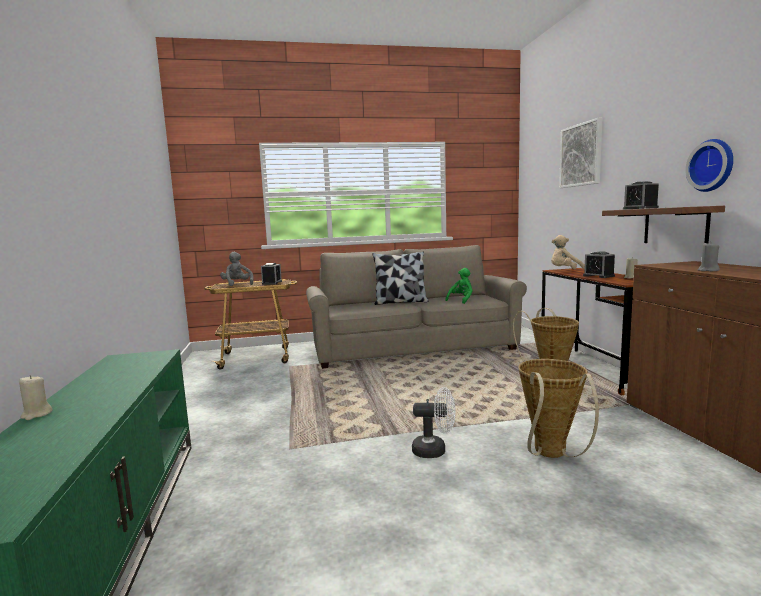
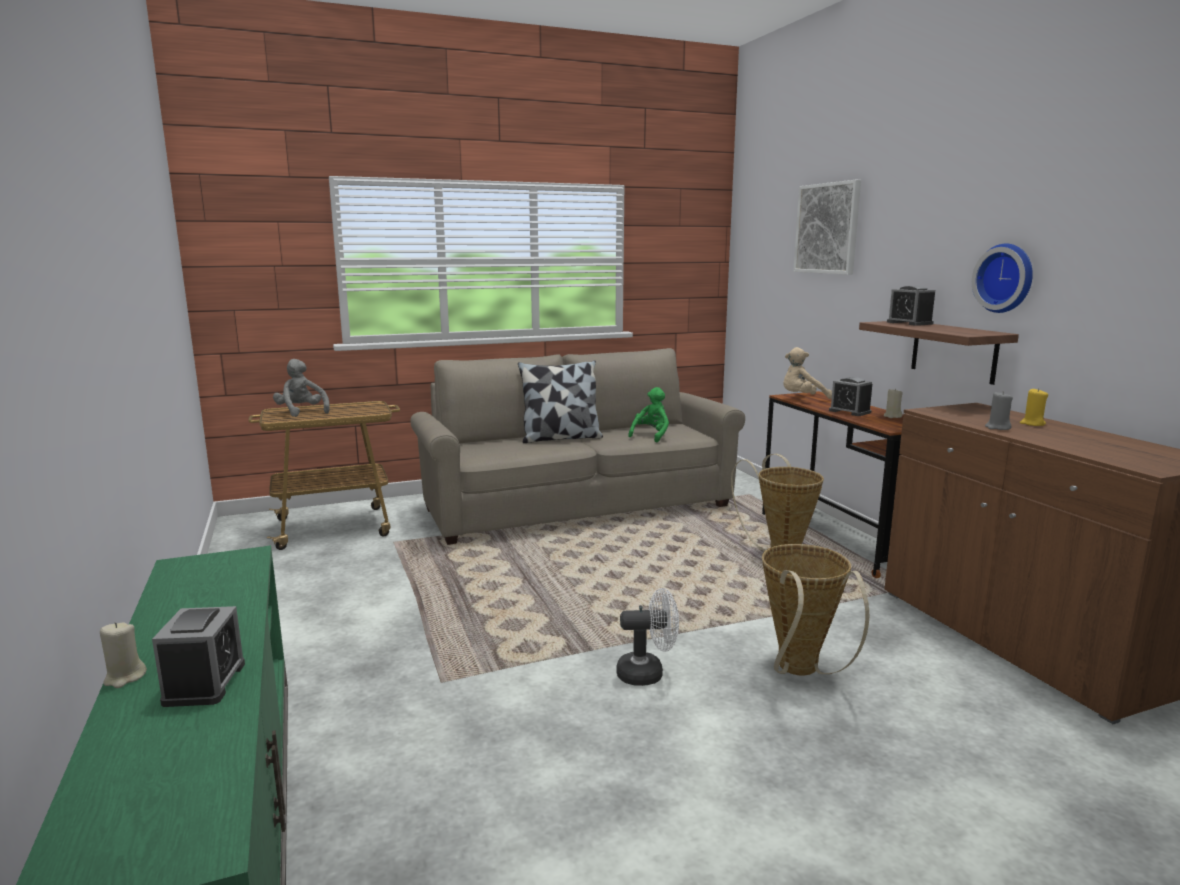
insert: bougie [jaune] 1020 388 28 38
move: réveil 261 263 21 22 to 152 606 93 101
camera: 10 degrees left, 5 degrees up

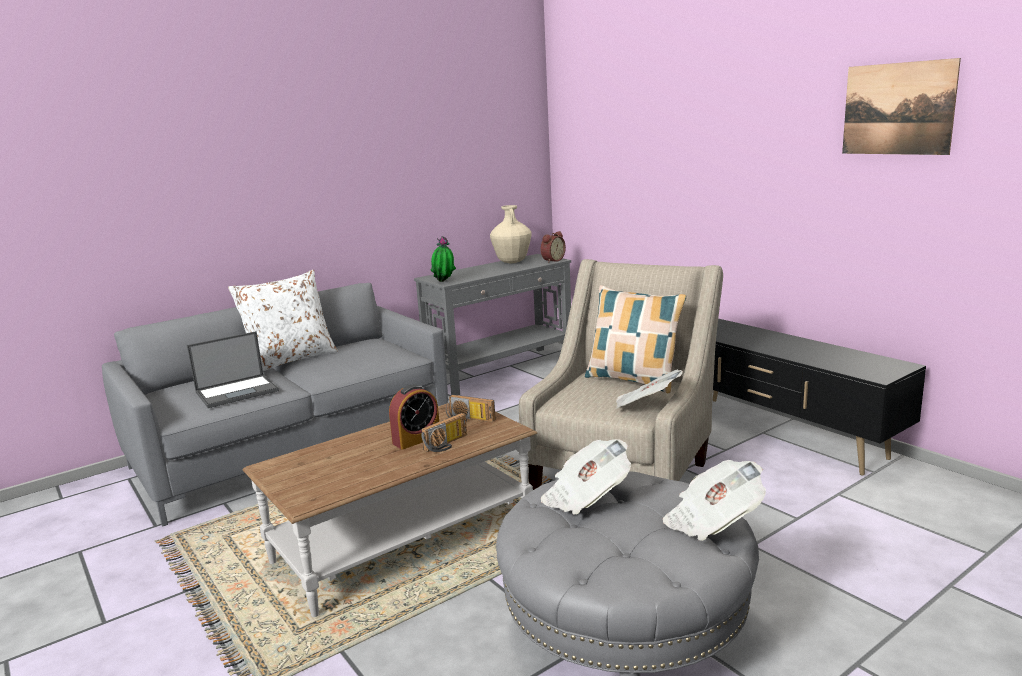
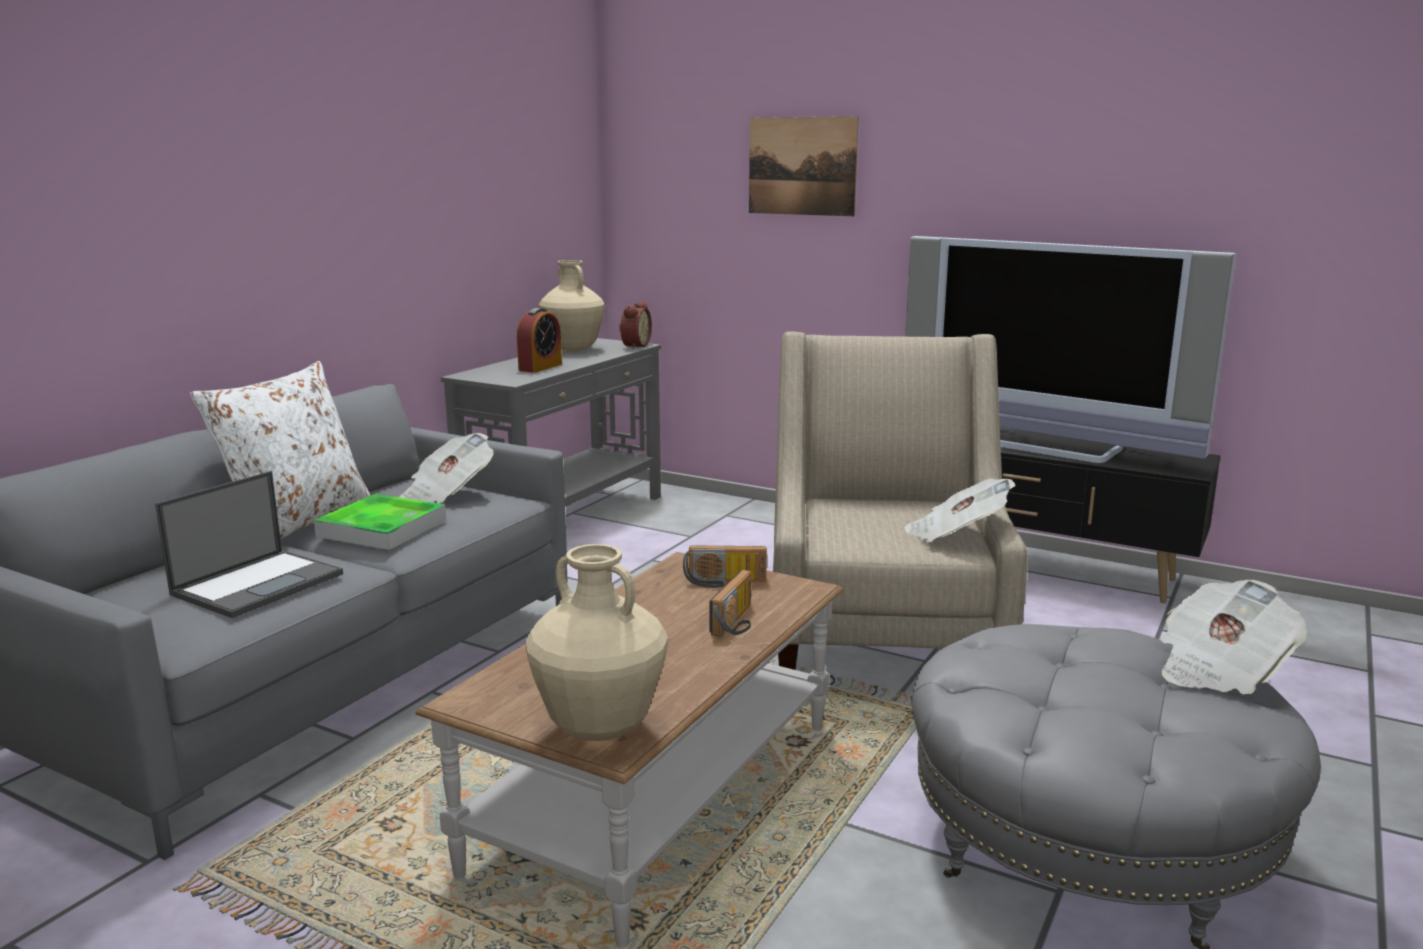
delete: plante en pot 431 236 25 46; coussin 585 285 102 108
insert: téléviseur 905 236 331 227; plateau 314 494 132 56; vase [beige] 525 544 143 197
move: tableau 842 58 119 97 to 749 116 110 100; réveil 389 384 50 66 to 517 308 45 65; journal 541 439 90 76 to 400 433 94 70
camera: 25 degrees left, 0 degrees up

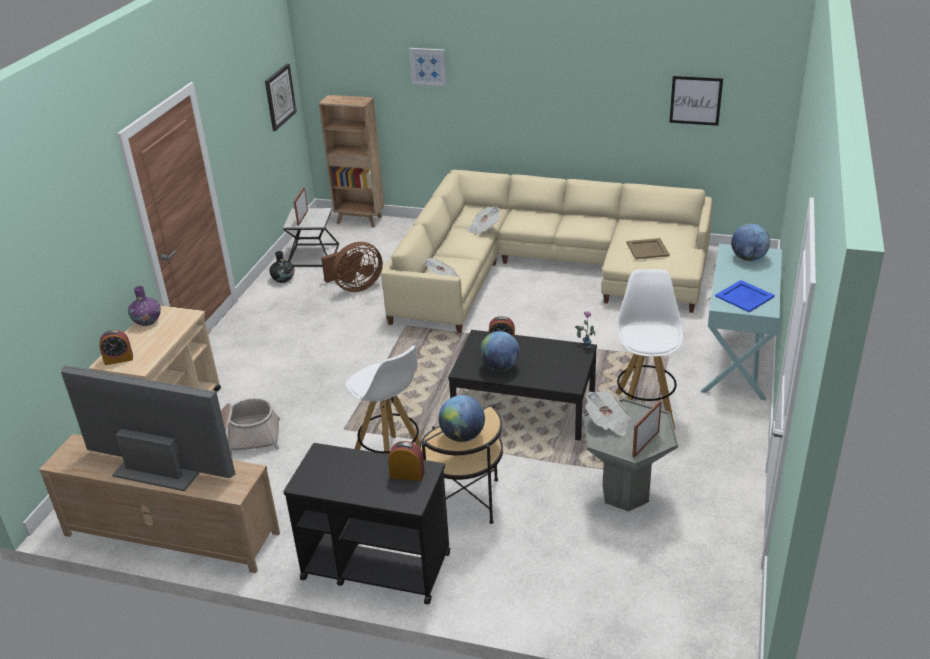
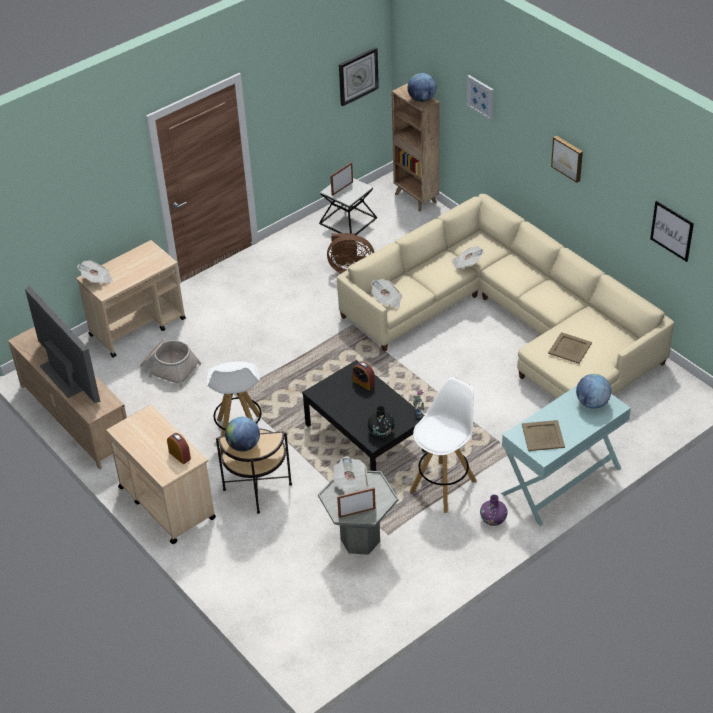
insert: tableau 551 136 32 47
move: vase [noir] 269 251 25 32 to 368 406 27 31; vase [violet] 128 286 33 40 to 480 495 27 31; globe 480 331 40 40 to 408 73 28 29
replace: réveil 100 330 33 35 to journal 77 260 36 24
recolor: plateau [bleu] 715 280 60 32 to plateau [beige] 522 420 43 31; chariot [noir] 283 443 167 161 to chariot [beige] 107 405 109 139
camera: 35 degrees right, 10 degrees up

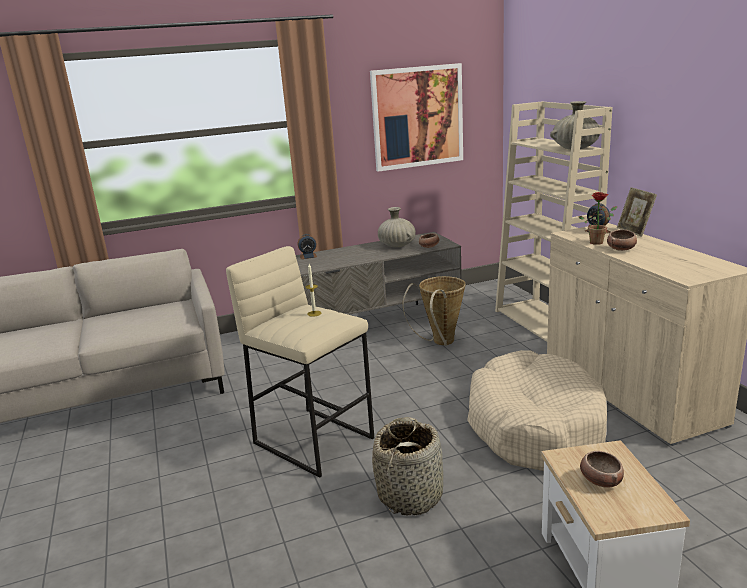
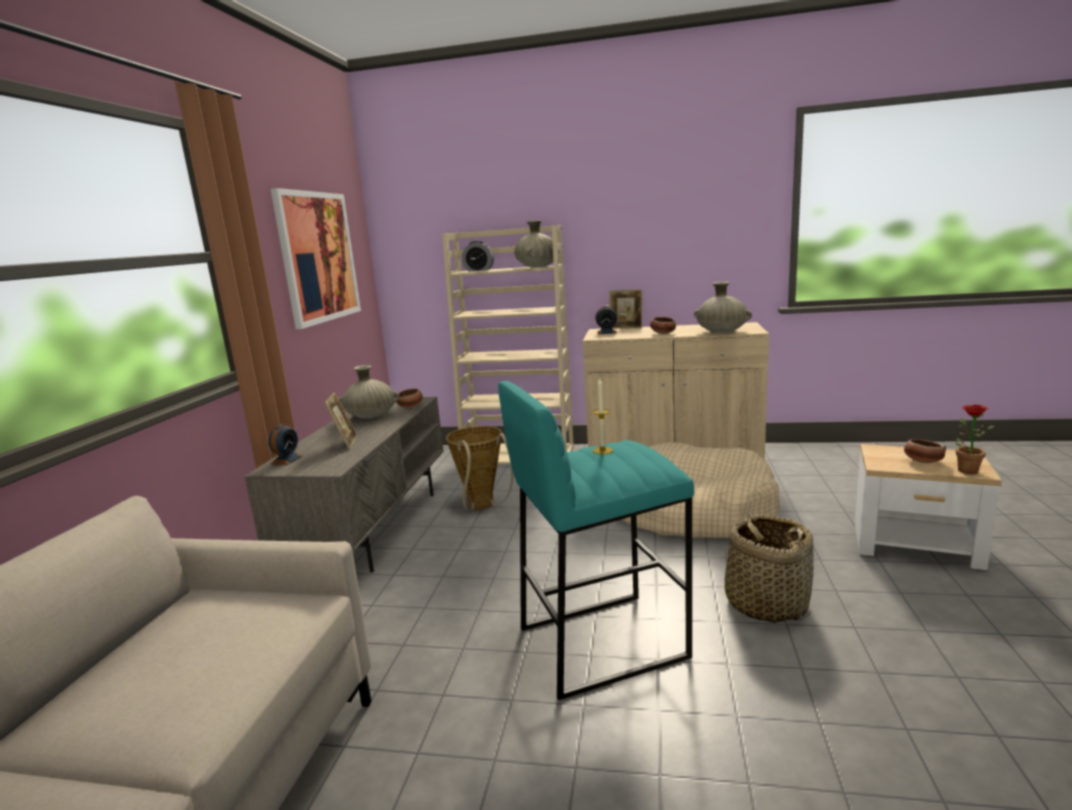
insert: réveil 462 241 32 30; vase [beige] 694 282 58 51; cadre photo 324 392 34 57
move: plante en pot 578 192 39 53 to 955 405 39 69
recolor: tabouret [beige] 226 246 148 232 to tabouret [turquoise] 498 381 196 319
camera: 60 degrees left, 5 degrees down

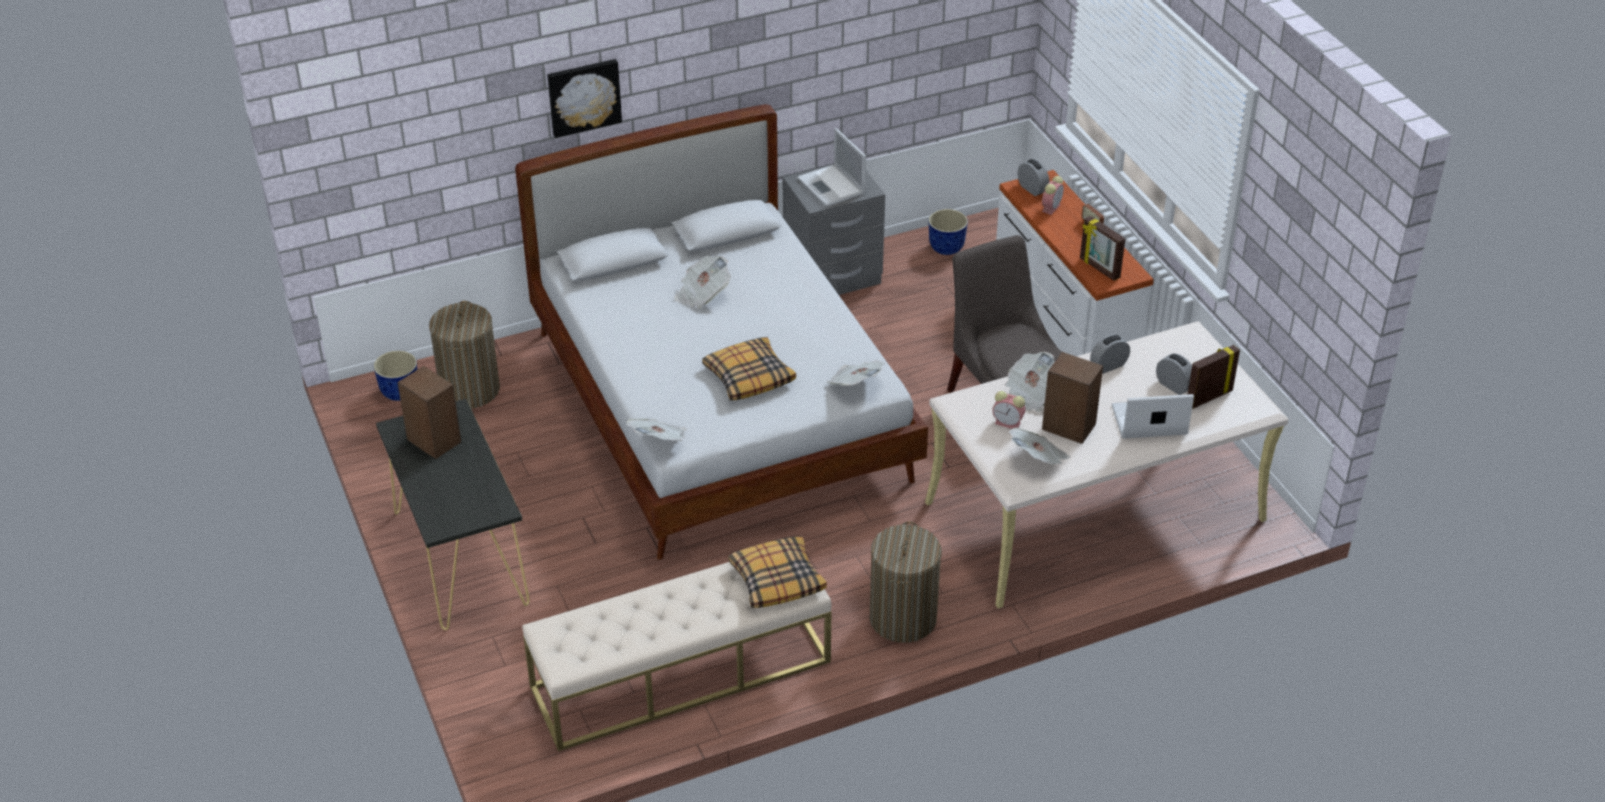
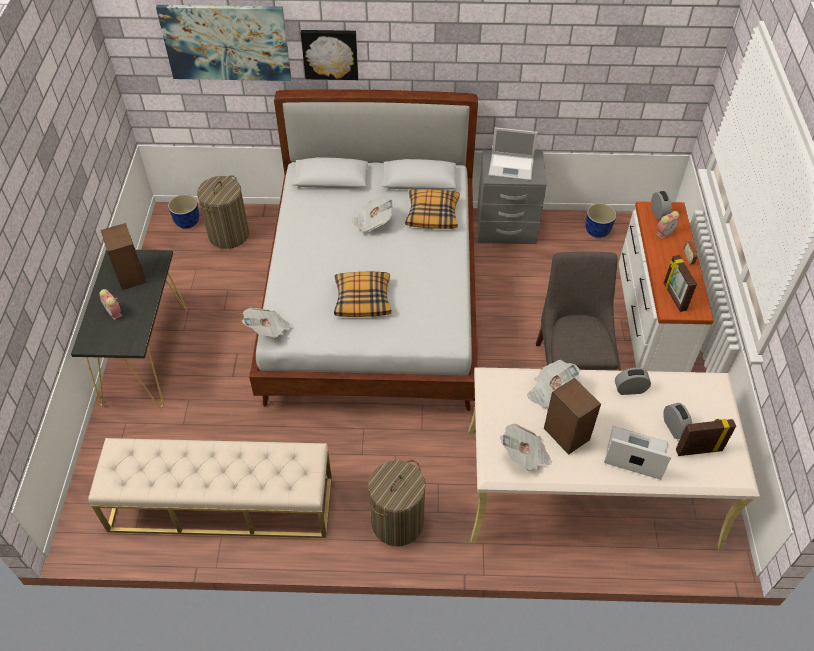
delete: journal 827 361 59 25
insert: tableau 156 5 135 76
move: réveil 992 391 33 38 to 99 289 23 31; coussin 728 536 99 72 to 405 189 55 40
rotate: ordinateur portable 797 128 69 79 = 488 127 50 54 75 degrees counterclockwise
camera: 25 degrees right, 10 degrees up

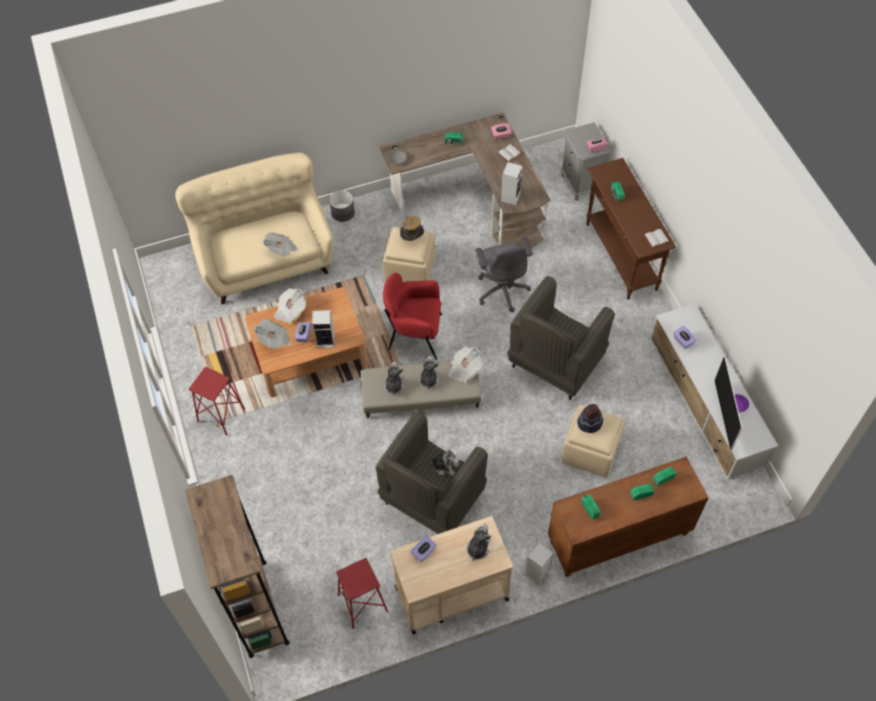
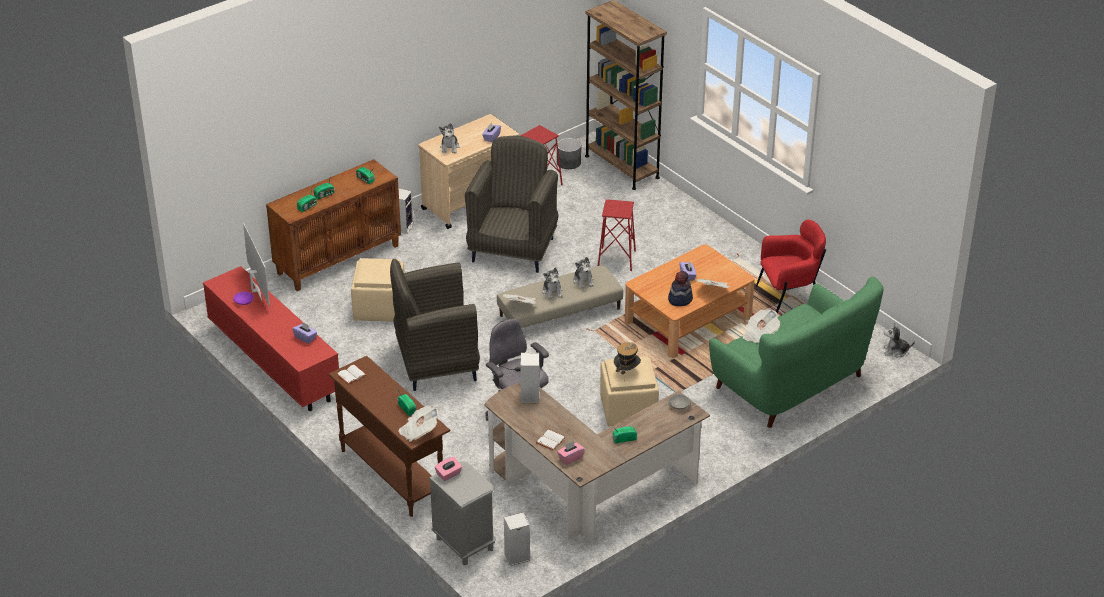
move: cache-pot [gris] 329 190 26 32 to 557 138 24 31; fauteuil [rouge] 383 273 59 87 to 756 220 70 93; enceinte 312 310 23 38 to 504 512 26 54; journal 254 319 37 30 to 398 405 41 37; tabouret [rouge] 189 367 56 69 to 598 199 38 72; chapeau 577 404 26 29 to 668 271 25 35; peluche 428 450 31 26 to 884 322 31 36
recolor: canapé [beige] 175 153 158 152 to canapé [vert] 709 277 175 151; meuble télé [blanc] 650 303 128 177 to meuble télé [rouge] 203 266 136 145
rotate: fauteuil [gris] 507 276 108 124 = 390 259 90 132 120 degrees counterclockwise
camera: 160 degrees right, 20 degrees down

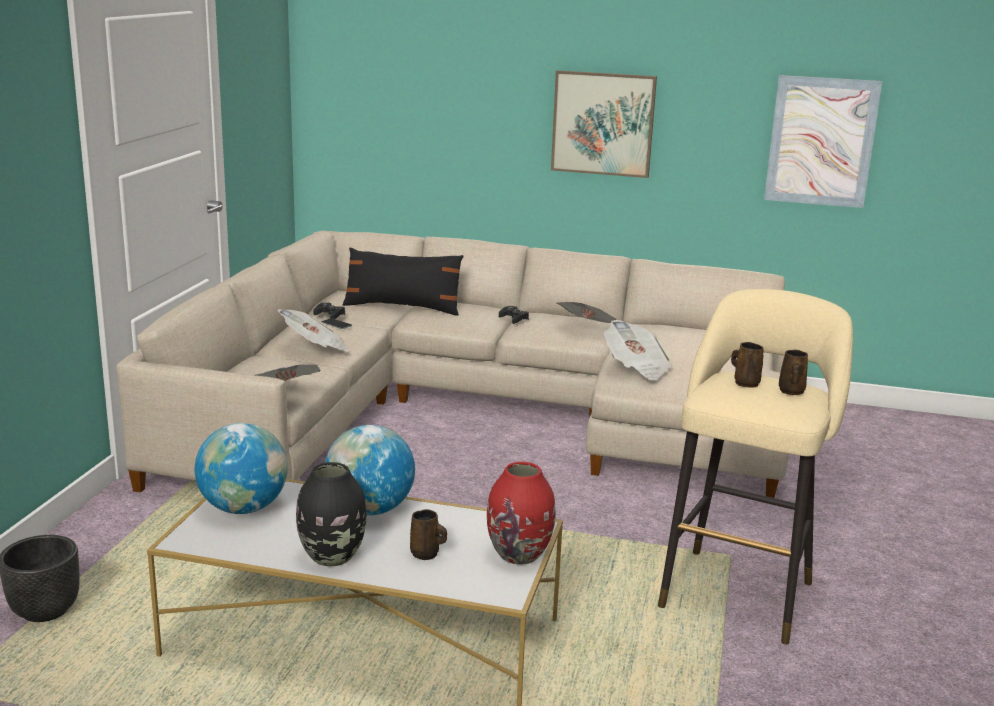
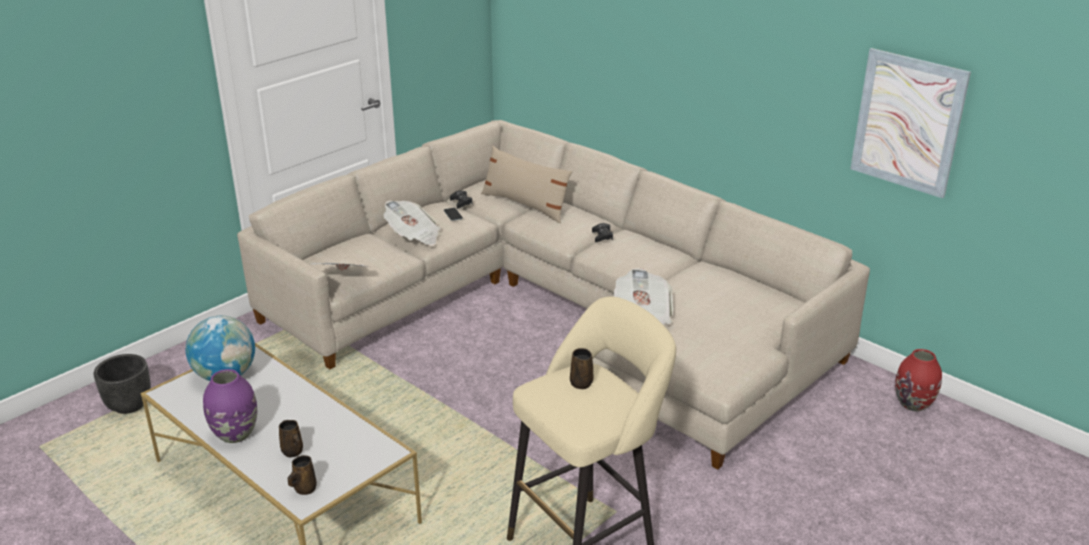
delete: tableau 551 70 106 108; journal 556 302 60 21; globe 325 425 90 91
move: mug [marron] 779 350 29 45 to 288 455 29 40; vase [rouge] 487 462 68 103 to 895 349 47 62
recolor: coussin [noir] 343 247 121 68 to coussin [beige] 481 146 91 77; vase [noir] 296 462 70 104 to vase [violet] 203 369 54 74
camera: 30 degrees right, 10 degrees up

